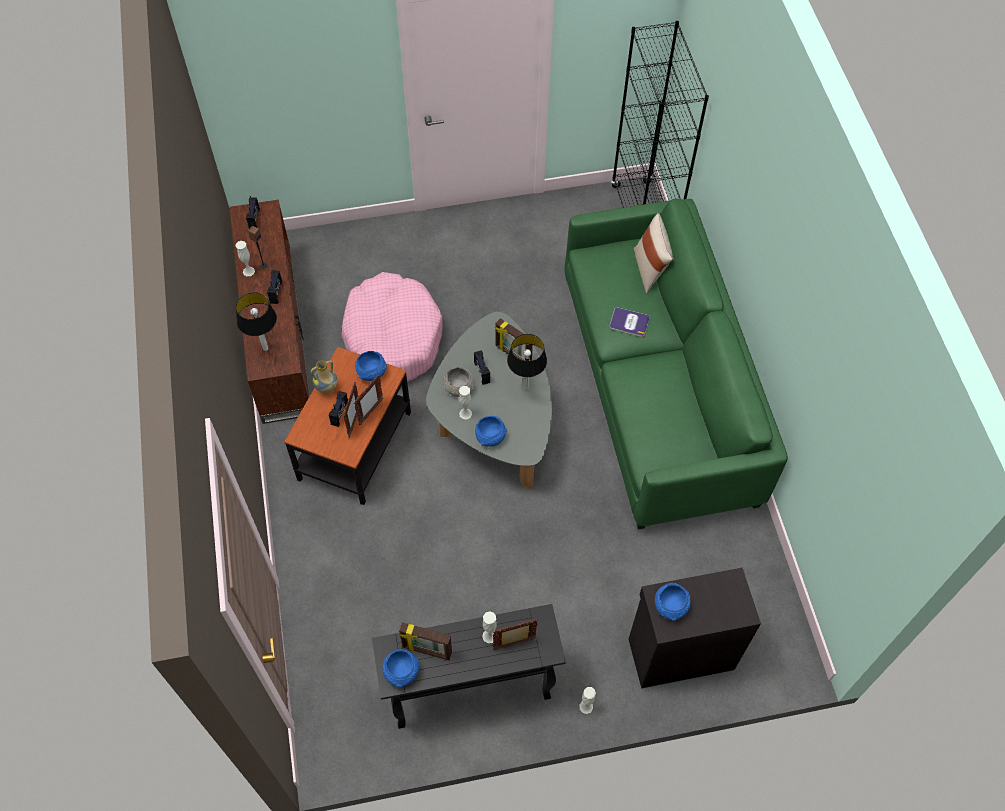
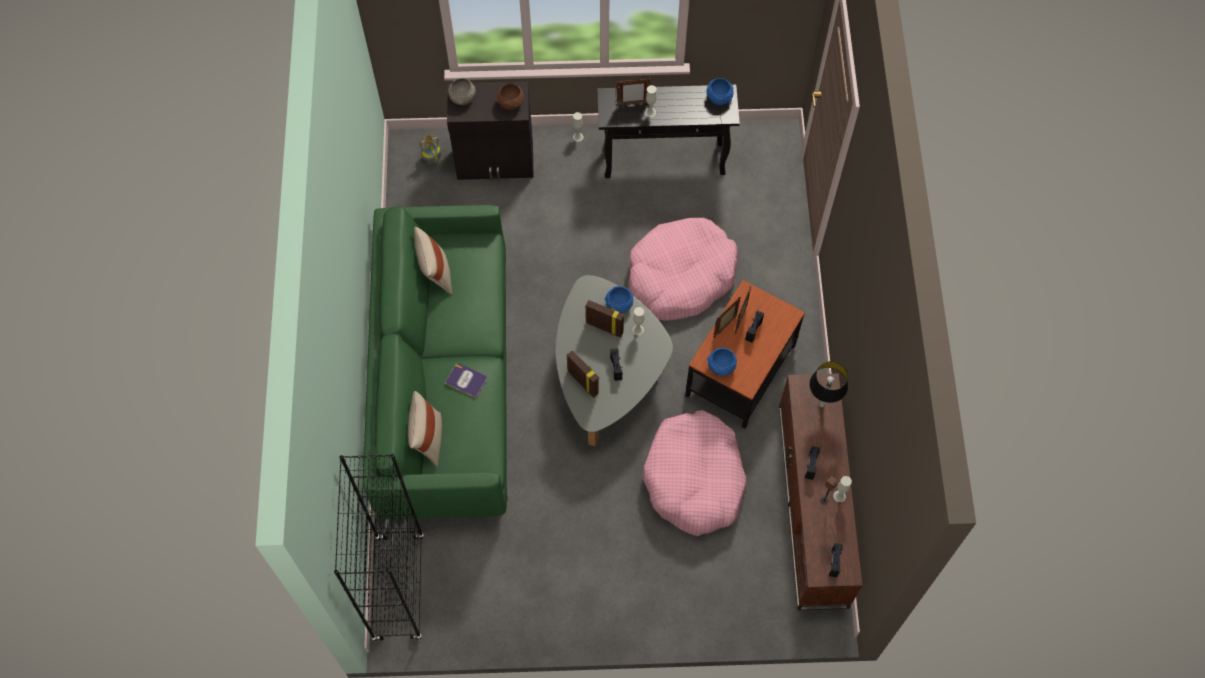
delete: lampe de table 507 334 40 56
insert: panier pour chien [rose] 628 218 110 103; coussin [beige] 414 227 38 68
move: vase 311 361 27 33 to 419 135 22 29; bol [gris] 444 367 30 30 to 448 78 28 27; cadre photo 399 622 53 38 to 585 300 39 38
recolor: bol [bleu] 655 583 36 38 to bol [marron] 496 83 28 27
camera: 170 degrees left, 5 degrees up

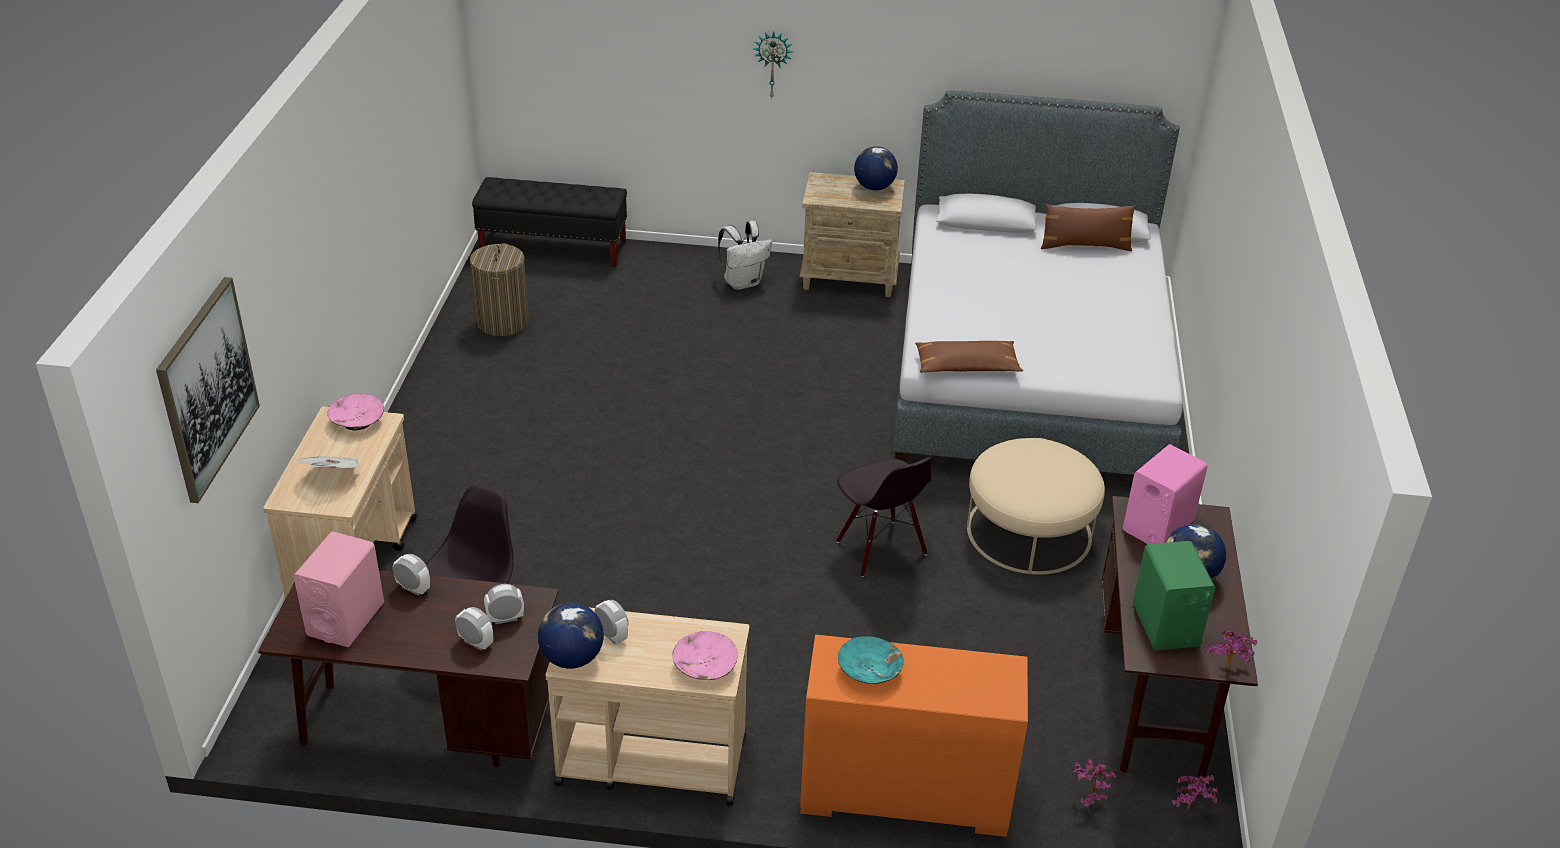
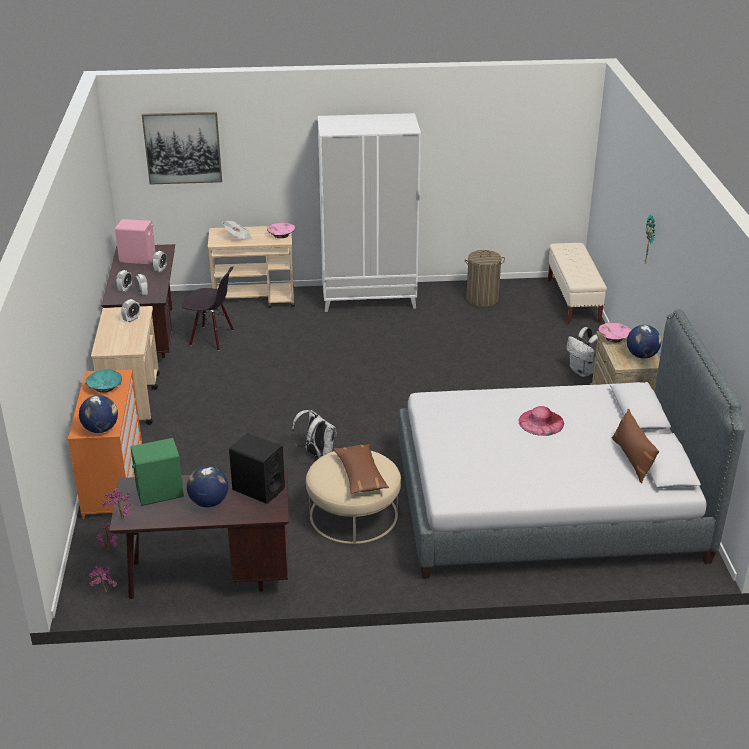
insert: armoire [blanc] 318 113 103 199; chapeau [rose] 518 406 46 30
move: coussin [marron] 915 341 108 32 to 334 444 55 50; globe 538 603 66 66 to 79 395 39 38; bol [rose] 673 631 65 49 to 598 322 33 20
replace: chaise [noir] 836 457 97 120 to sac à dos [blanc] 291 410 46 49
recolor: banc [noir] 472 177 155 90 to banc [beige] 548 243 59 81; enceinte [rose] 1123 444 85 100 to enceinte [noir] 229 433 56 71
camera: 80 degrees right, 5 degrees down

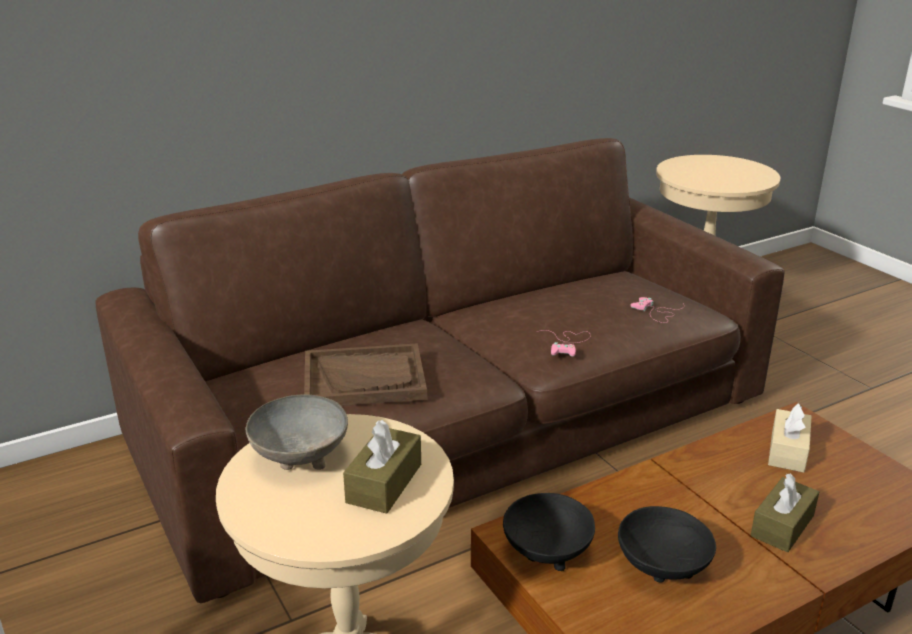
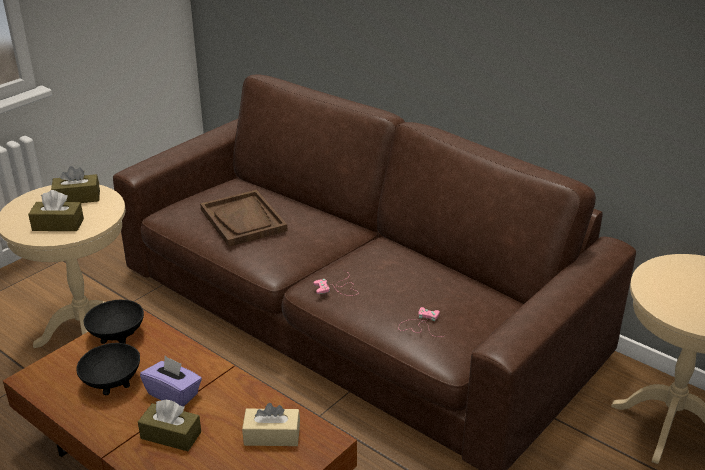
insert: boîte à mouchoirs [violet] 140 356 62 50
replace: bol [gris] 246 394 102 76 to boîte à mouchoirs [marron] 51 166 49 37
camera: 70 degrees right, 5 degrees up

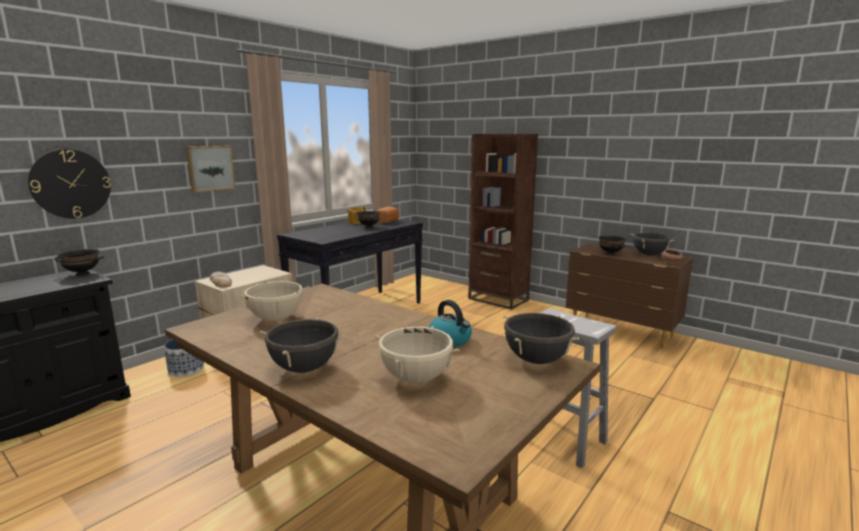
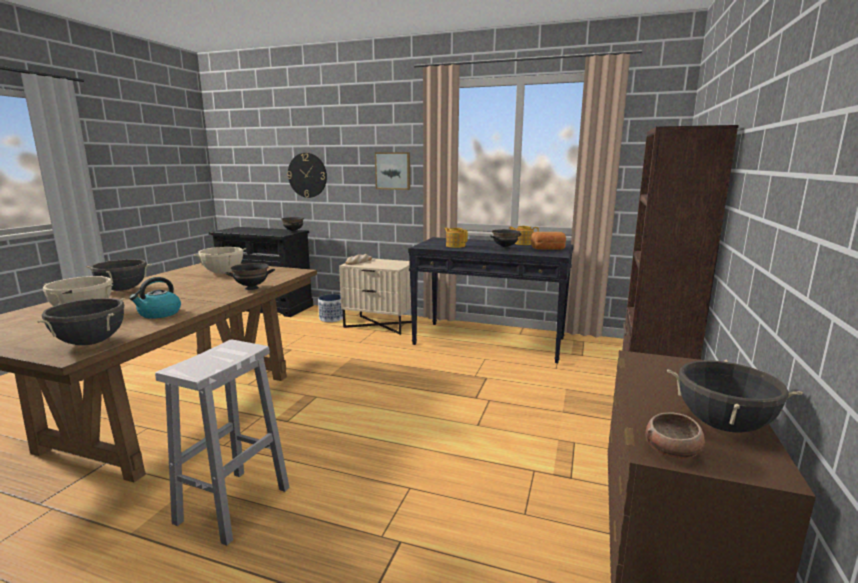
insert: théière 444 228 24 20
move: bol [noir] 598 235 28 20 to 225 263 50 27
camera: 70 degrees right, 0 degrees up

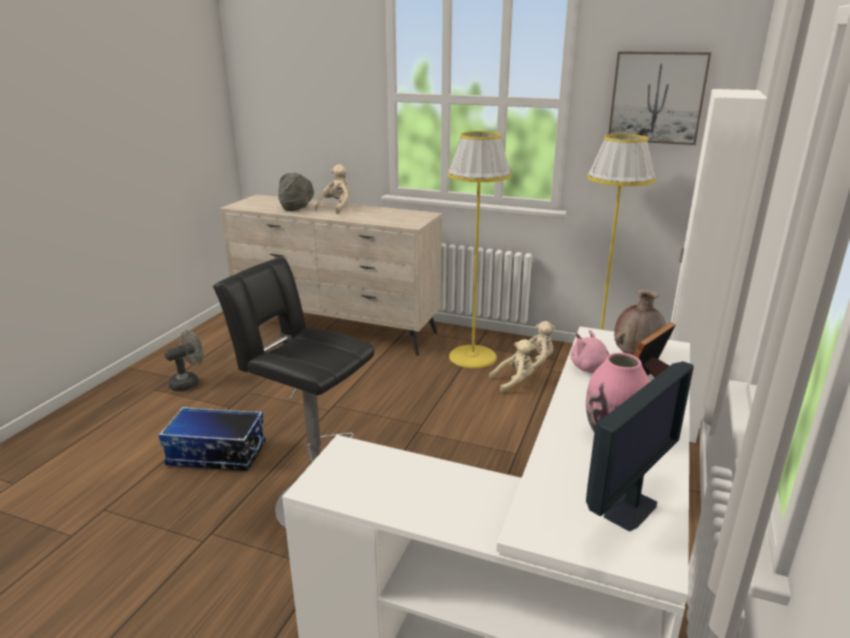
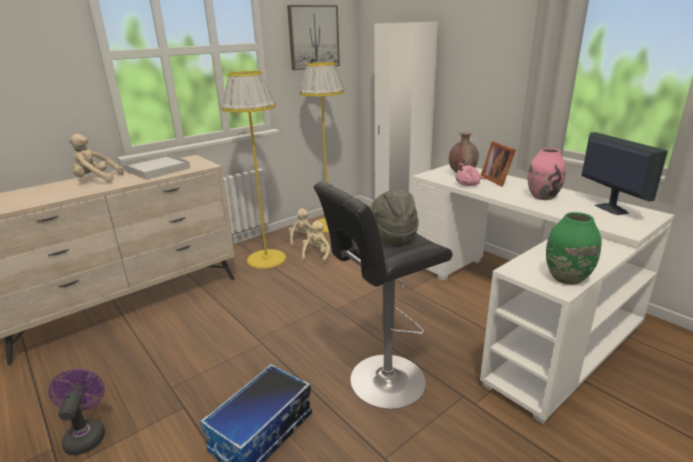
insert: plateau [blanc] 123 154 67 25; vase [vert] 546 212 56 73
move: chapeau [gris] 278 173 36 38 to 371 189 48 58
recolor: ventilateur [gris] 164 330 40 61 to ventilateur [violet] 48 369 57 86
rotate: peluche [beige] 315 164 35 50 = 69 134 55 48 60 degrees counterclockwise
camera: 60 degrees left, 0 degrees up

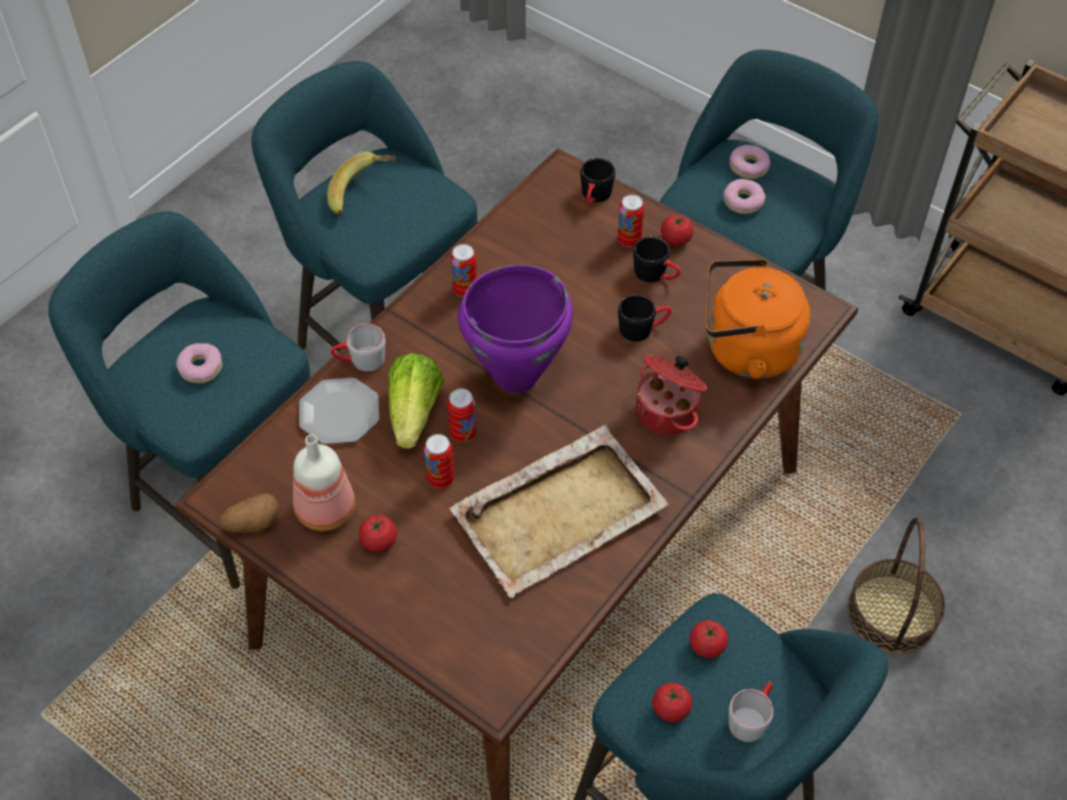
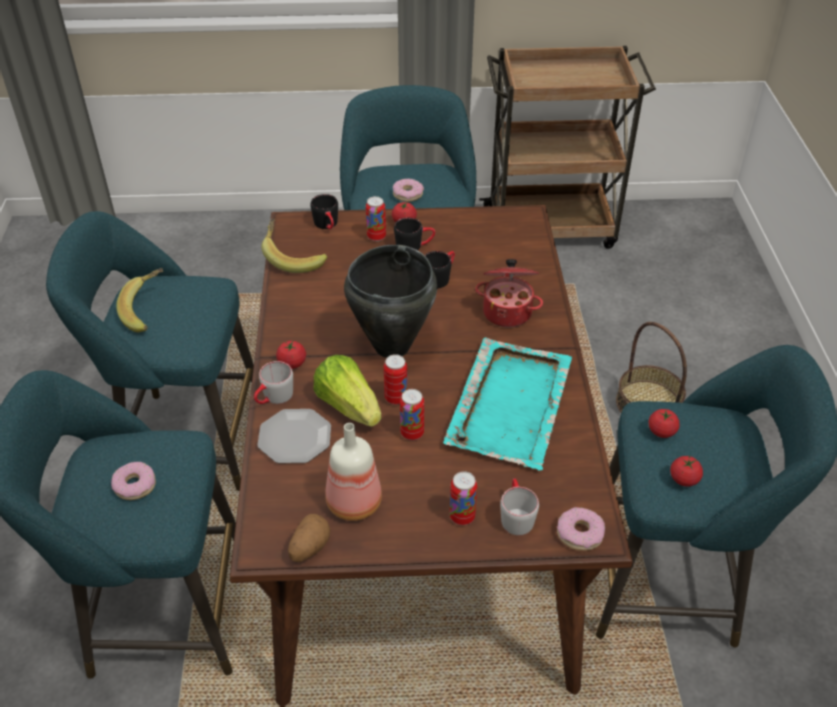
delete: bouilloire [orange] 705 259 105 120
insert: banane 261 218 66 55
move: beignet 729 145 41 34 to 557 507 48 44; boîte métallique 451 244 26 53 to 450 471 27 54; tomate 359 515 38 37 to 276 340 30 29; mug [gris] 728 682 45 60 to 500 478 39 57
recolor: marmite [violet] 458 265 115 128 to marmite [noir] 344 245 93 113; plateau [beige] 450 425 219 173 to plateau [turquoise] 443 337 129 133
camera: 40 degrees left, 10 degrees down

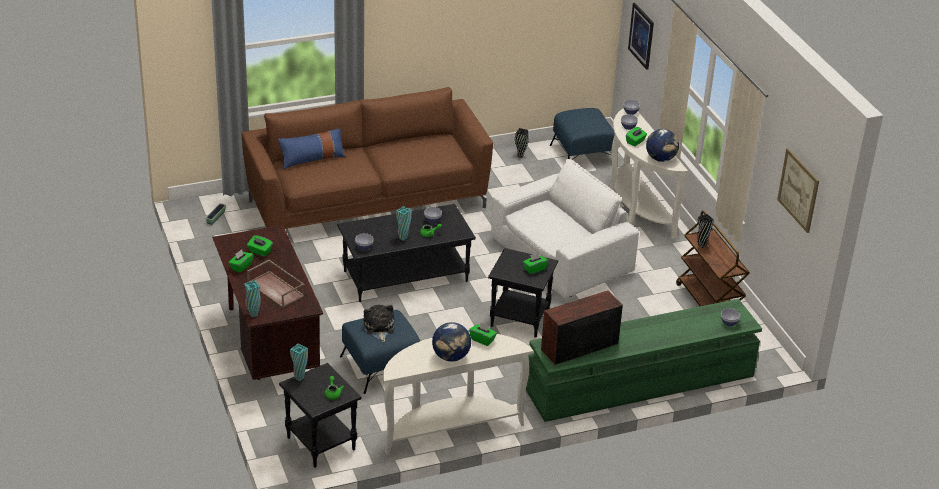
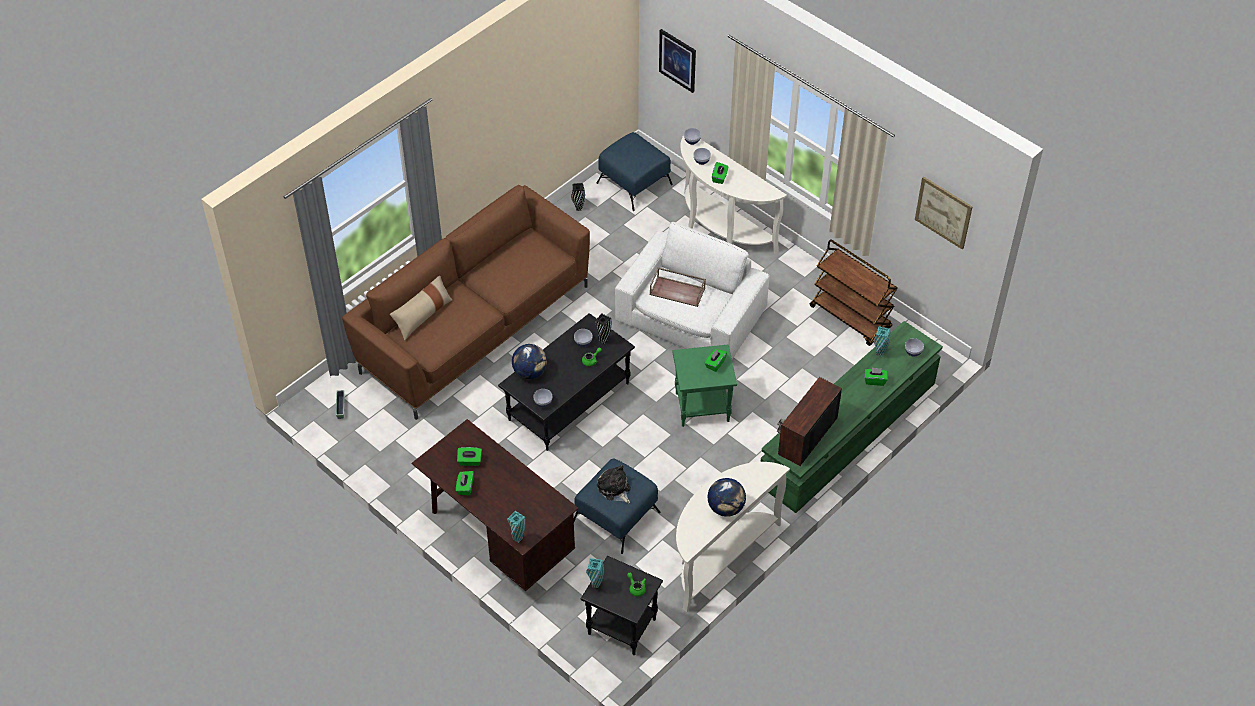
move: globe 646 129 33 33 to 512 344 35 35; vase [turquoise] 396 206 16 35 to 873 326 17 31; vase [noir] 697 214 17 34 to 595 314 16 30; plateau [marron] 247 260 58 48 to 650 267 56 40; boîte à mouchoirs [vert] 469 322 28 24 to 865 367 23 19
recolor: coussin [bleu] 278 129 67 40 to coussin [beige] 390 276 62 65; table d'appoint [noir] 488 248 70 90 to table d'appoint [vert] 672 345 65 82
camera: 25 degrees left, 15 degrees up

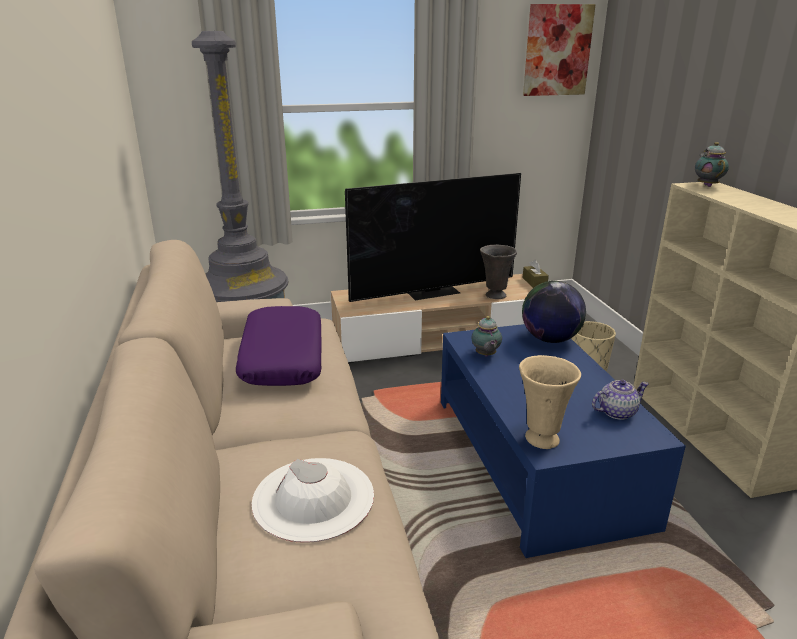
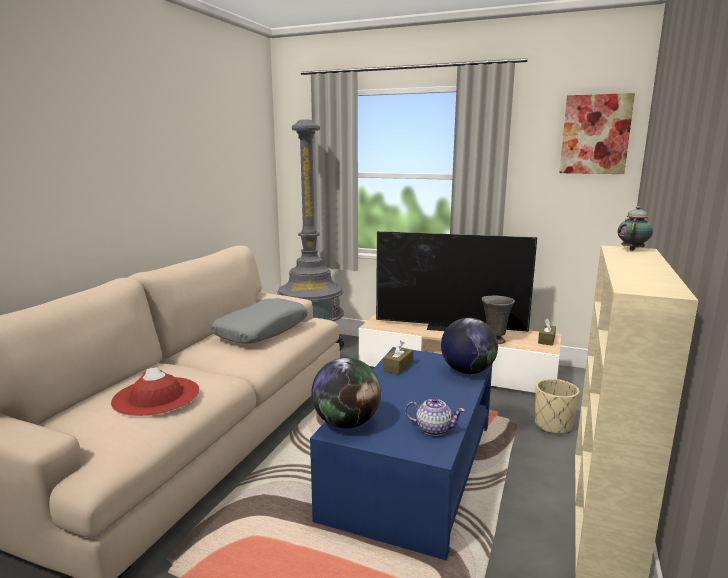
replace: théière 471 316 31 41 to boîte à mouchoirs [marron] 383 340 30 35; vase [beige] 519 355 62 94 to globe 311 358 70 70
recolor: coussin [violet] 236 306 86 80 to coussin [gris] 211 298 97 46; chapeau [blanc] 252 458 122 85 to chapeau [rouge] 111 367 88 49
camera: 35 degrees right, 10 degrees down

